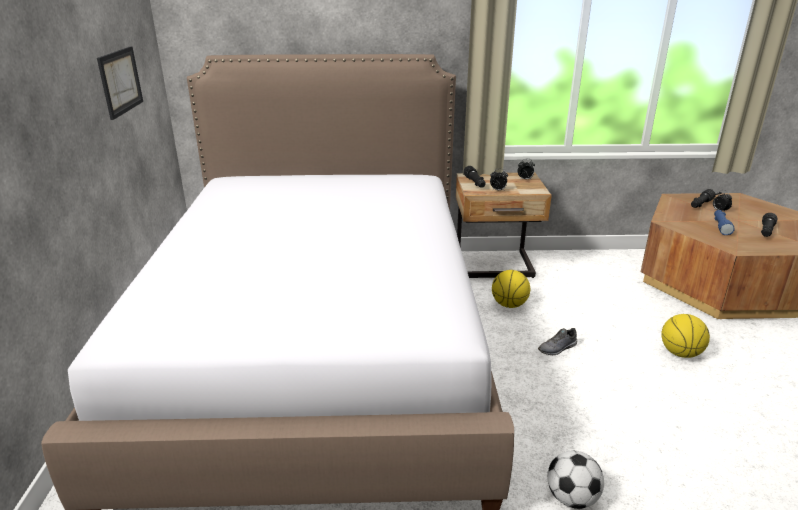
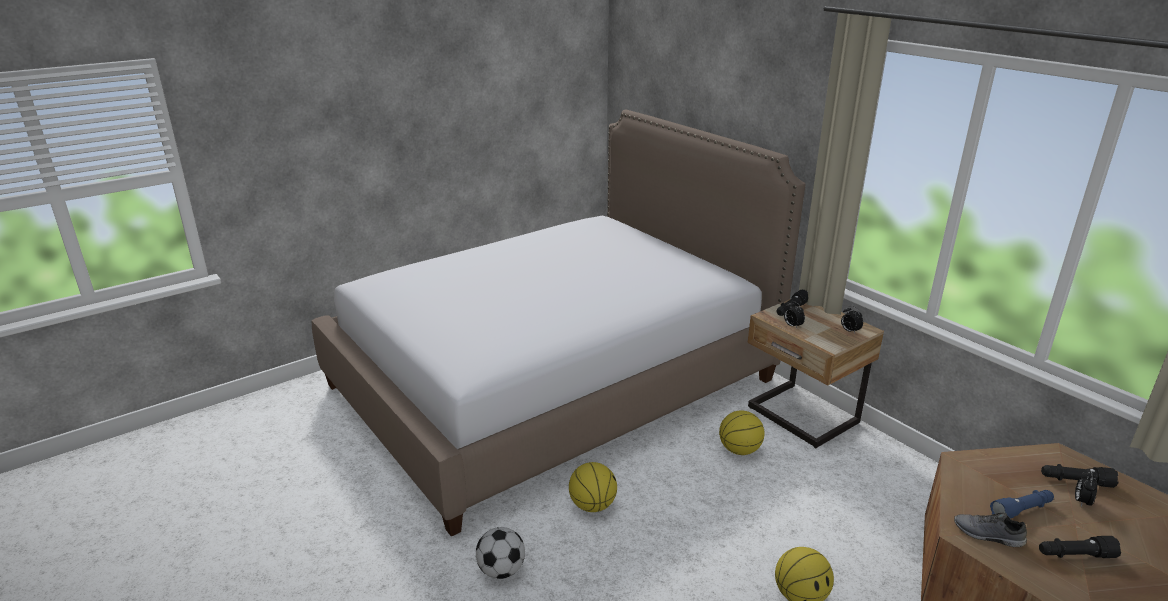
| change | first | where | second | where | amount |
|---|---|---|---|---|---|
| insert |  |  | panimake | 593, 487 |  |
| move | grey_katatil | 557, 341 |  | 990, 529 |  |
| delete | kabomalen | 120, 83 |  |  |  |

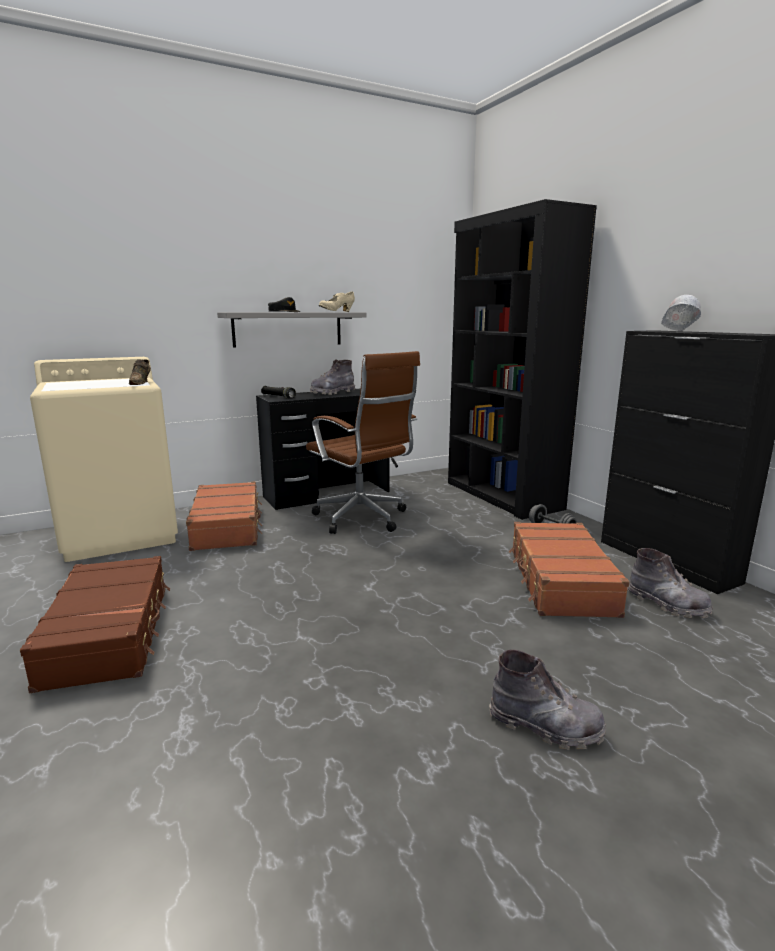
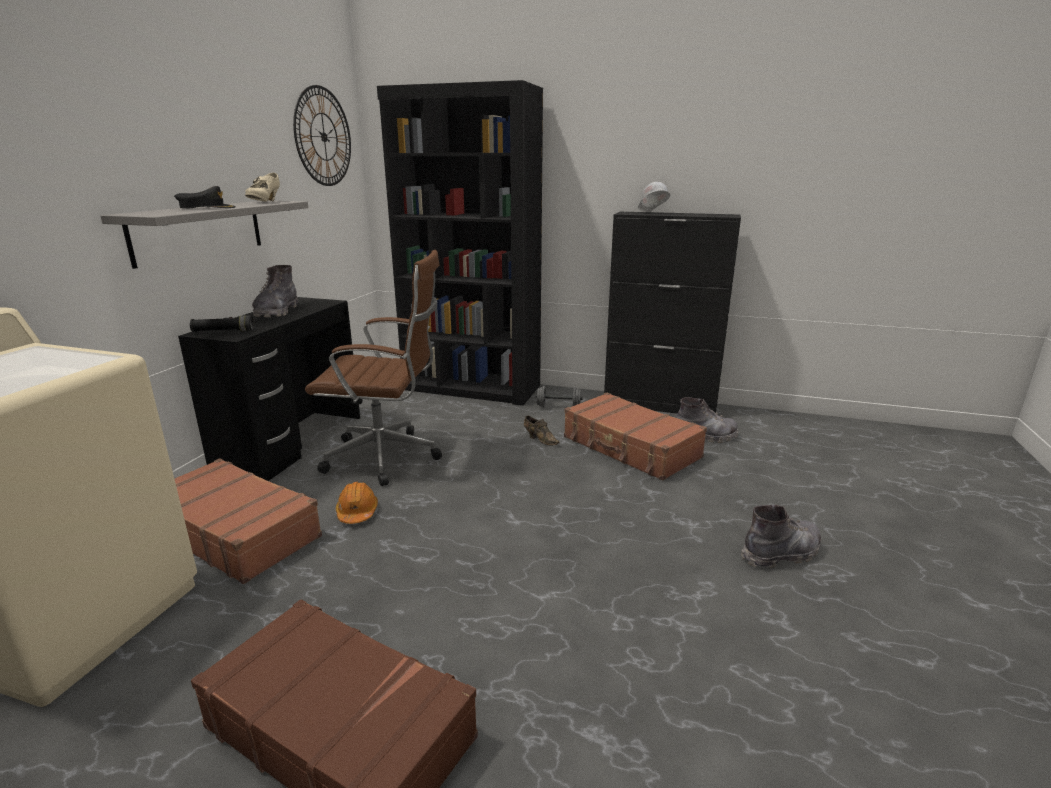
| change | first | where | second | where | amount |
|---|---|---|---|---|---|
| insert |  |  | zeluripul | 322, 135 |  |
| insert |  |  | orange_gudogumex | 357, 503 |  |
| move | brown_katatil | 140, 372 |  | 541, 431 |  |

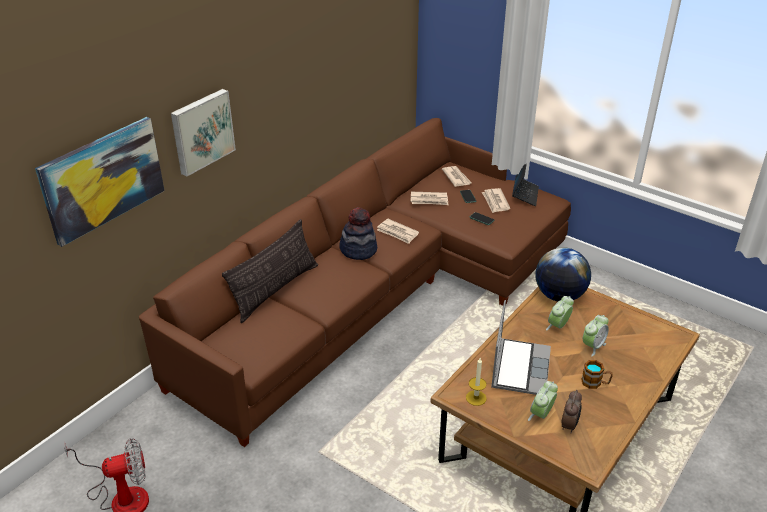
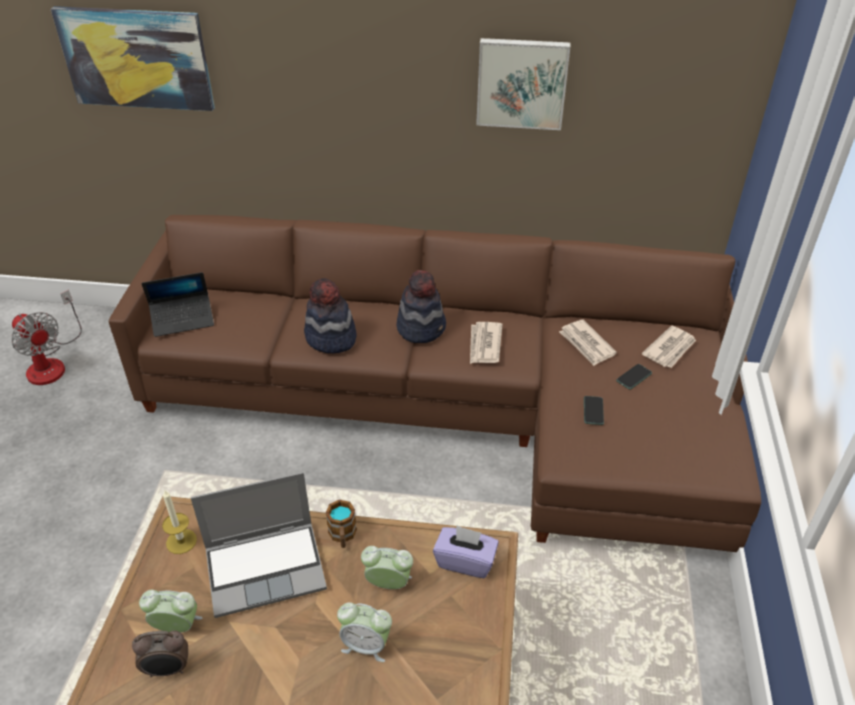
| change | first | where | second | where | amount |
|---|---|---|---|---|---|
| move | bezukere | 525, 185 |  | 178, 304 |  |
| insert |  |  | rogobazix | 330, 315 |  |
| move | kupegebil | 597, 374 |  | 341, 524 |  |
| replace | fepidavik | 563, 274 | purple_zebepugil | 466, 551 |  |
| move | kabomalen | 203, 133 |  | 523, 84 |  |
| delete | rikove | 270, 271 |  |  |  |
| delete | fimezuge | 496, 200 |  |  |  |

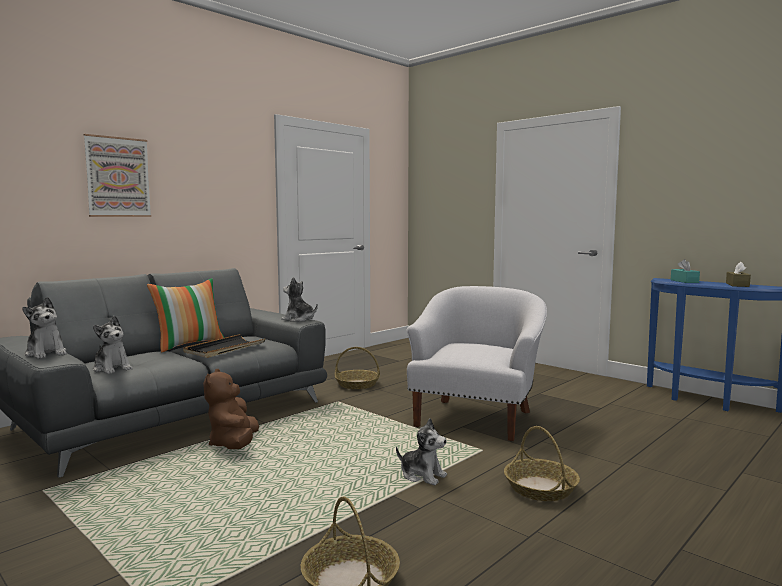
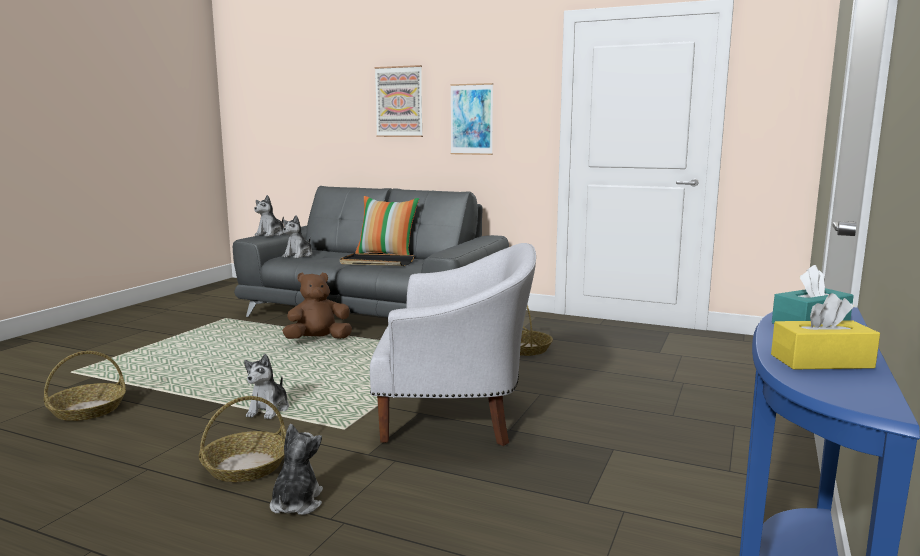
| change | first | where | second | where | amount |
|---|---|---|---|---|---|
| move | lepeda | 299, 299 |  | 296, 469 |  |
| insert |  |  | kabomalen | 471, 119 |  |
| recolor | brown_zebepugil | 738, 274 | yellow_zebepugil | 825, 331 |  |

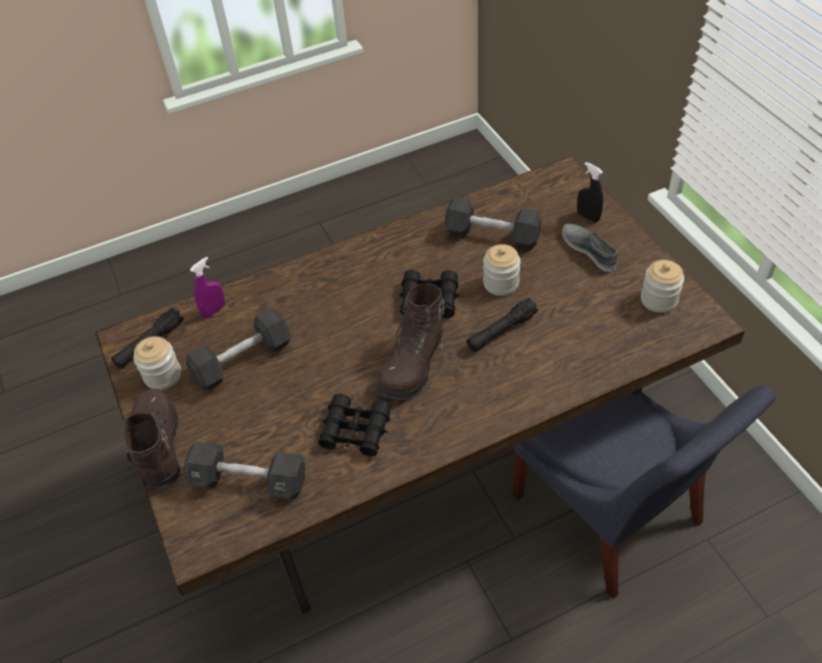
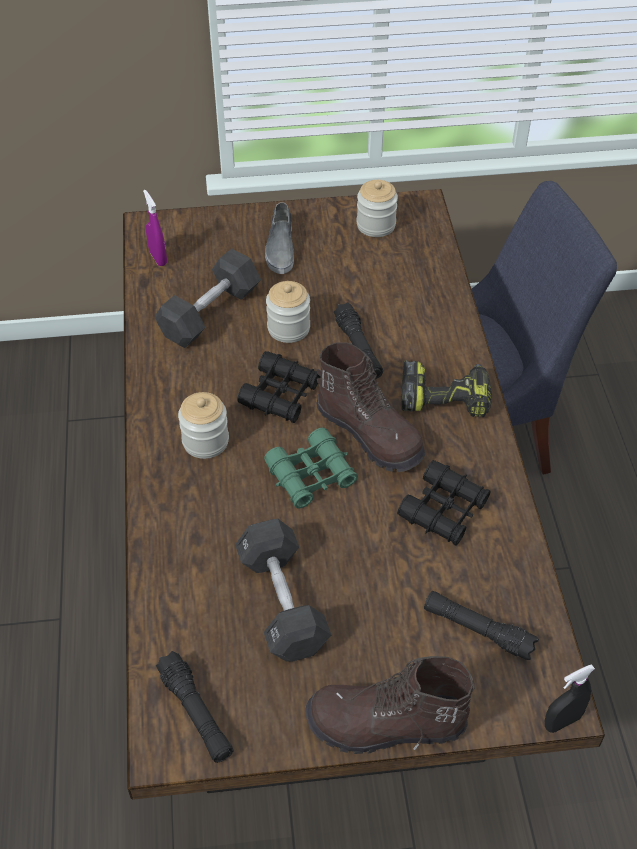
| change | first | where | second | where | amount |
|---|---|---|---|---|---|
| move | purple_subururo | 207, 287 |  | 155, 228 |  |
| move | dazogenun | 157, 363 |  | 203, 425 |  |
| insert |  |  | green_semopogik | 311, 468 |  |
| rotate | grey_katatil | 590, 248 |  | 279, 238 | 75 degrees counterclockwise |
| insert |  |  | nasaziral | 446, 388 |  |
| replace | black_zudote | 244, 470 | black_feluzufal | 481, 625 |  |
| move | black_subururo | 590, 192 |  | 570, 698 |  |

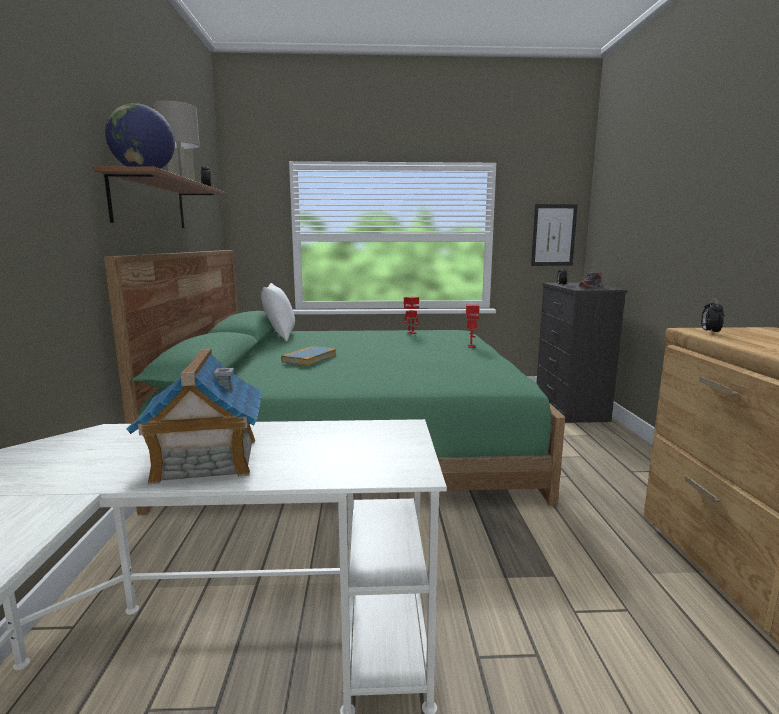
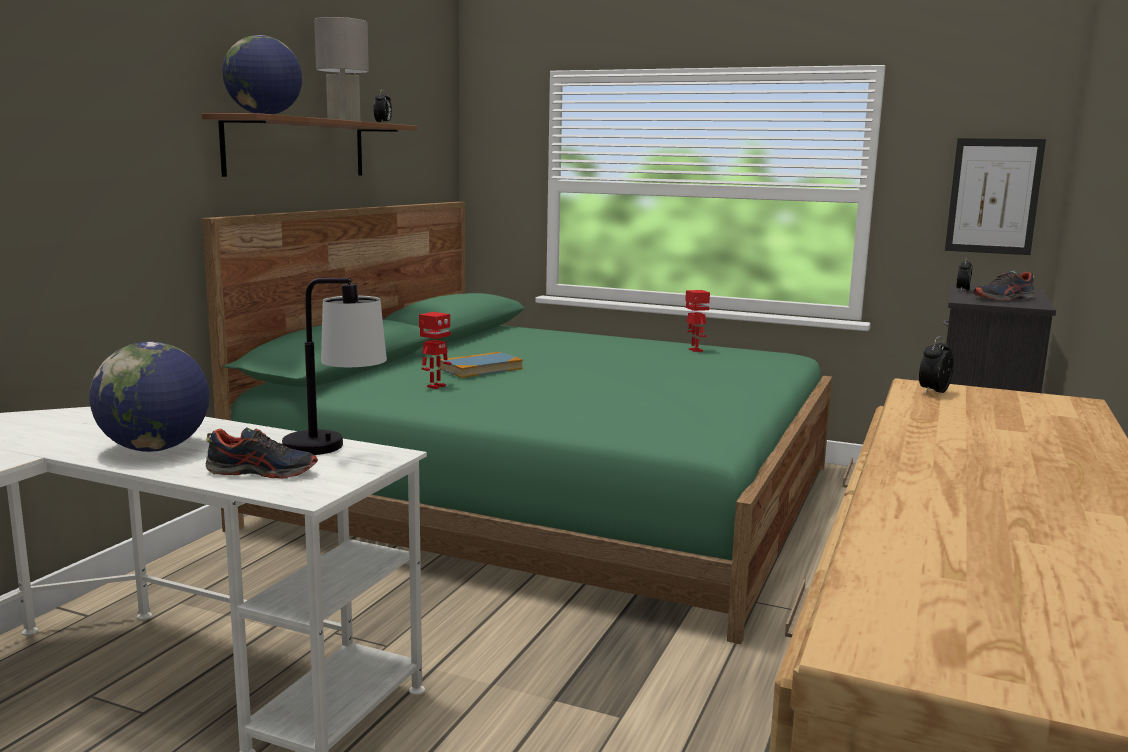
| change | first | where | second | where | amount |
|---|---|---|---|---|---|
| replace | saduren | 194, 416 | fepidavik | 149, 397 |  |
| insert |  |  | katatil | 262, 453 |  |
| insert |  |  | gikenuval | 334, 366 |  |
| move | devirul | 473, 326 |  | 435, 350 |  |
| delete | white_rikove | 278, 312 |  |  |  |

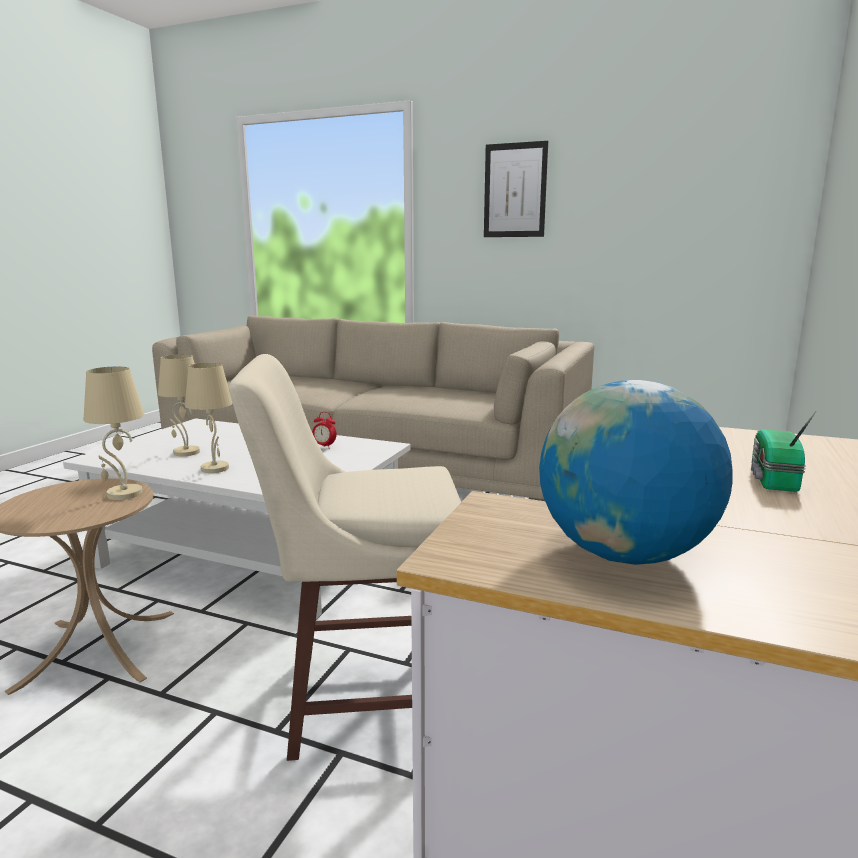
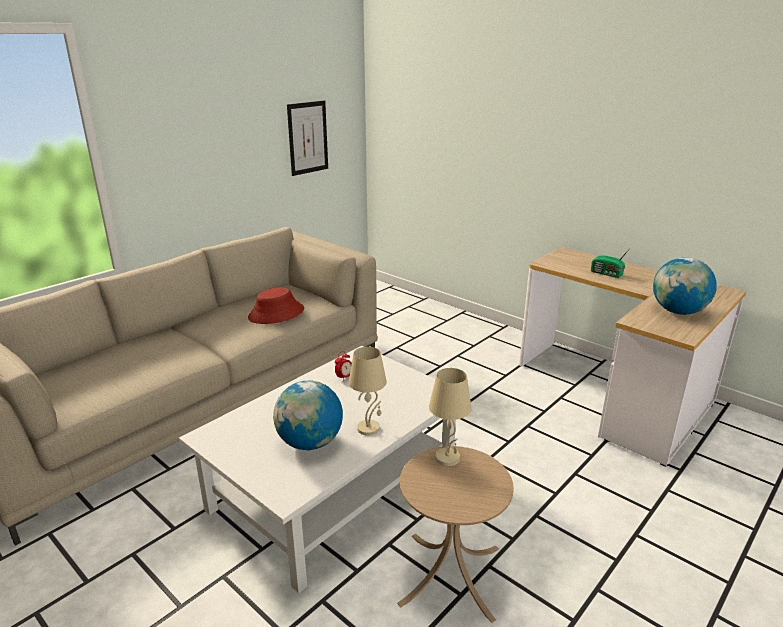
| change | first | where | second | where | amount |
|---|---|---|---|---|---|
| insert |  |  | red_rogobazix | 276, 305 |  |
| replace | beige_gikenuval | 179, 405 | fepidavik | 308, 415 |  |
| move | kabomalen | 516, 189 |  | 307, 138 |  |
| delete | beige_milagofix | 345, 557 |  |  |  |

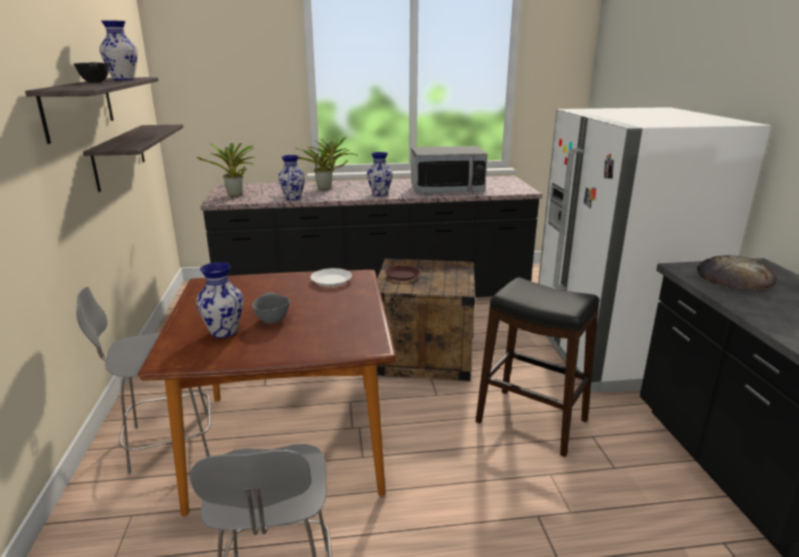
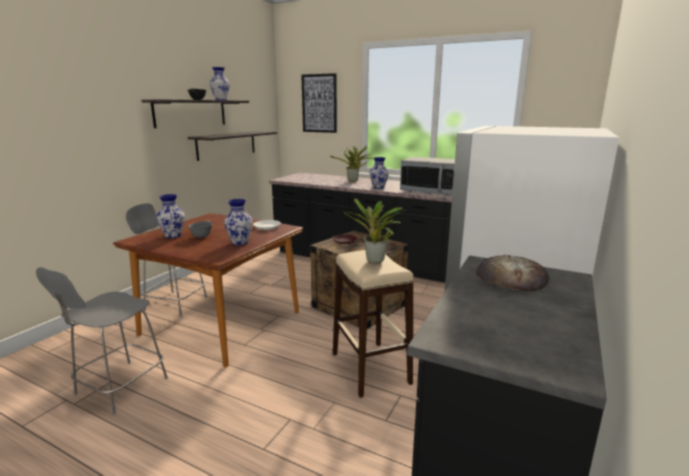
| change | first | where | second | where | amount |
|---|---|---|---|---|---|
| move | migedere | 291, 177 |  | 238, 222 |  |
| insert |  |  | kabomalen | 319, 103 |  |
| recolor | black_milagofix | 537, 367 | beige_milagofix | 373, 324 |  |
| move | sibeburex | 225, 170 |  | 374, 231 |  |

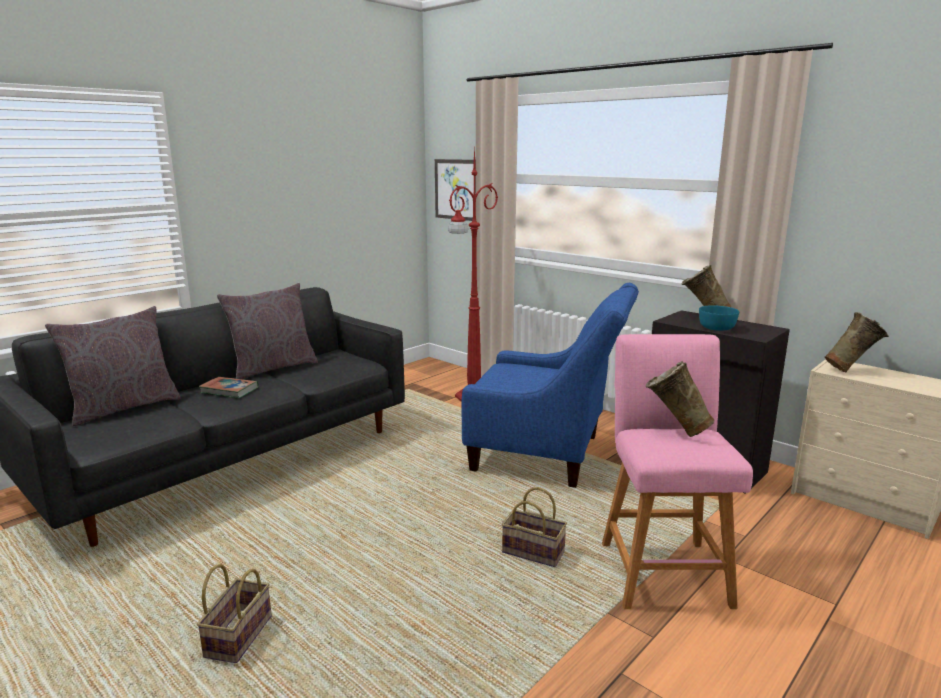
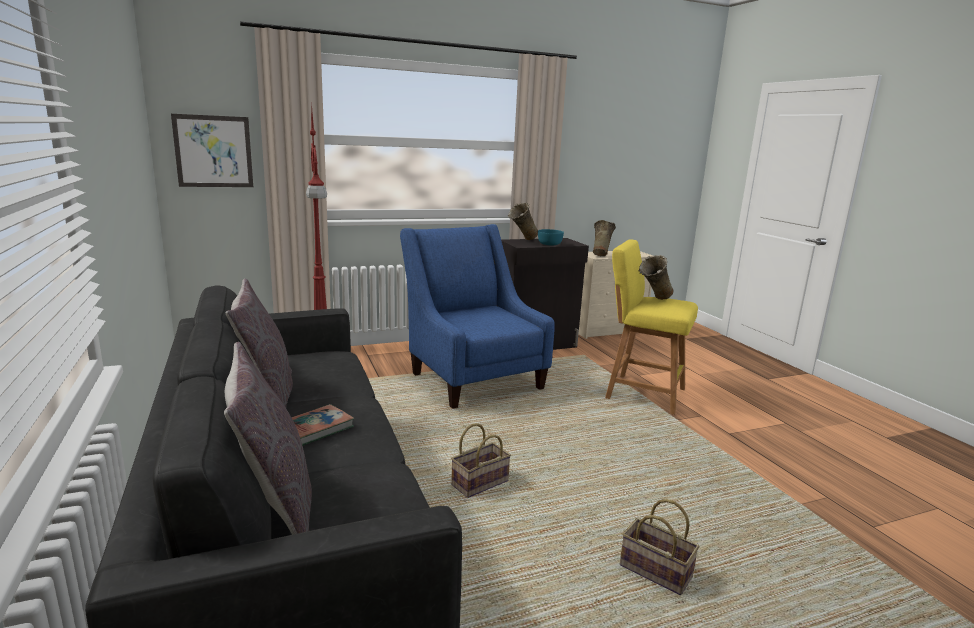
| change | first | where | second | where | amount |
|---|---|---|---|---|---|
| rotate | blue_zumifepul | 550, 385 |  | 477, 316 | 75 degrees counterclockwise |
| move | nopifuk | 534, 527 |  | 481, 460 |  |
| recolor | pink_milagofix | 677, 471 | yellow_milagofix | 651, 327 |  |

